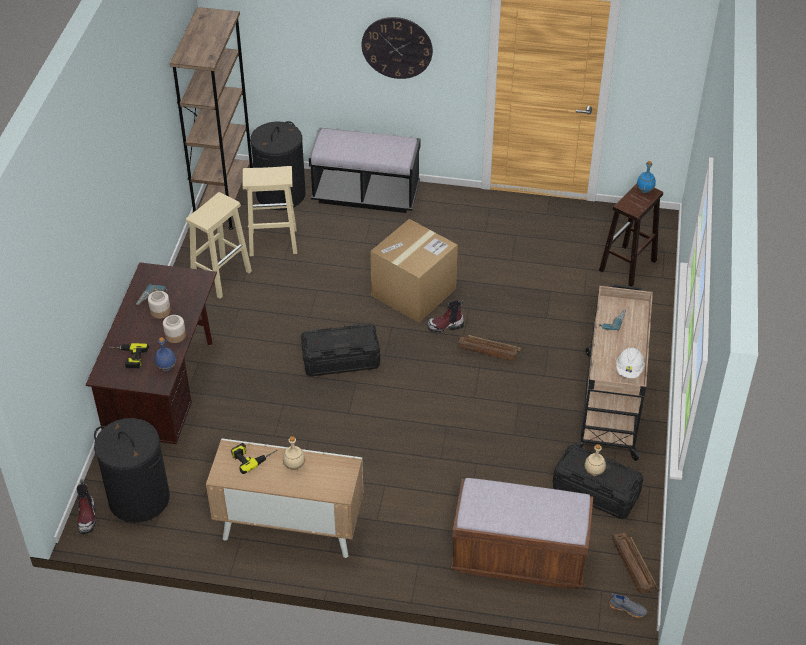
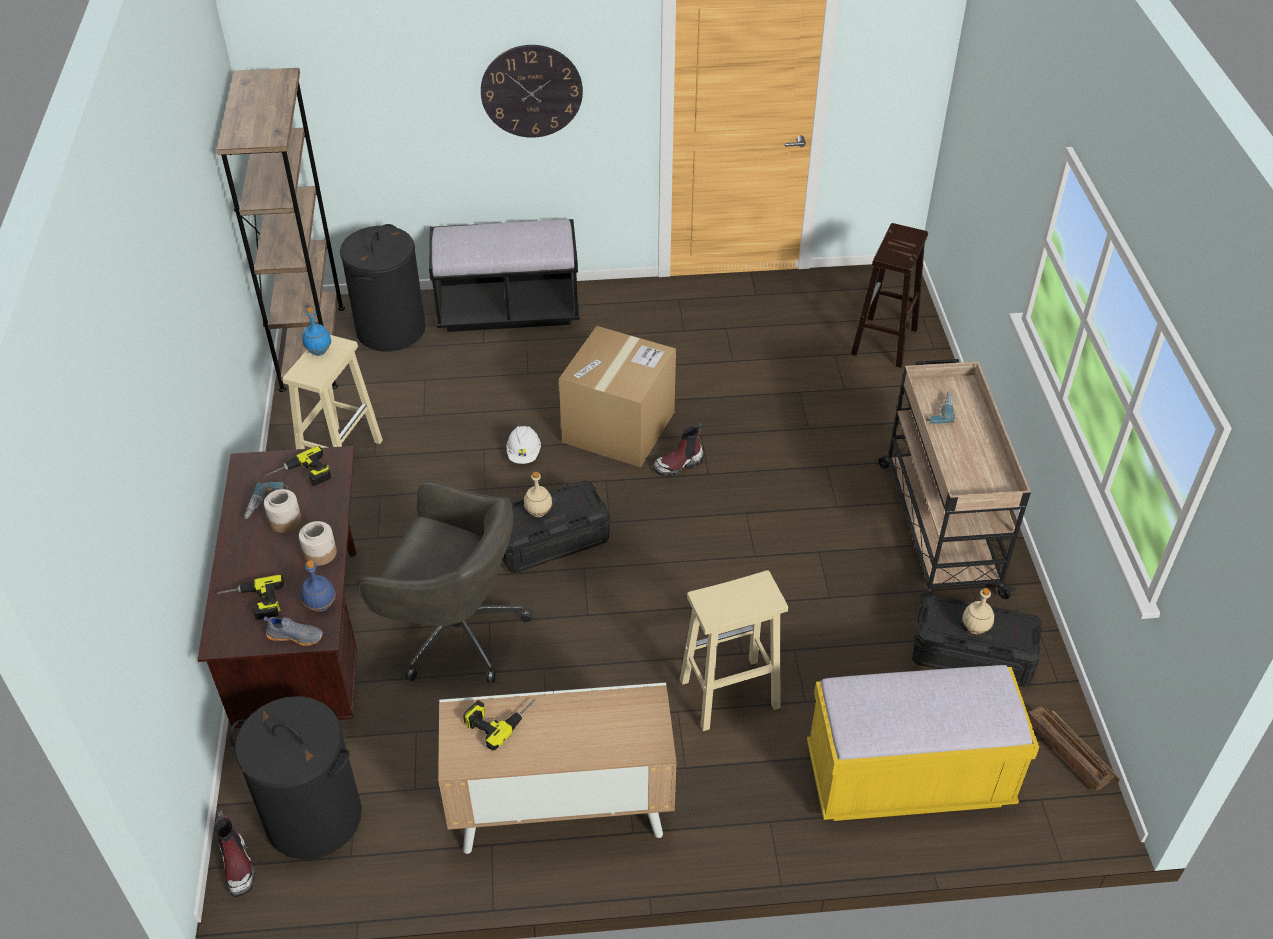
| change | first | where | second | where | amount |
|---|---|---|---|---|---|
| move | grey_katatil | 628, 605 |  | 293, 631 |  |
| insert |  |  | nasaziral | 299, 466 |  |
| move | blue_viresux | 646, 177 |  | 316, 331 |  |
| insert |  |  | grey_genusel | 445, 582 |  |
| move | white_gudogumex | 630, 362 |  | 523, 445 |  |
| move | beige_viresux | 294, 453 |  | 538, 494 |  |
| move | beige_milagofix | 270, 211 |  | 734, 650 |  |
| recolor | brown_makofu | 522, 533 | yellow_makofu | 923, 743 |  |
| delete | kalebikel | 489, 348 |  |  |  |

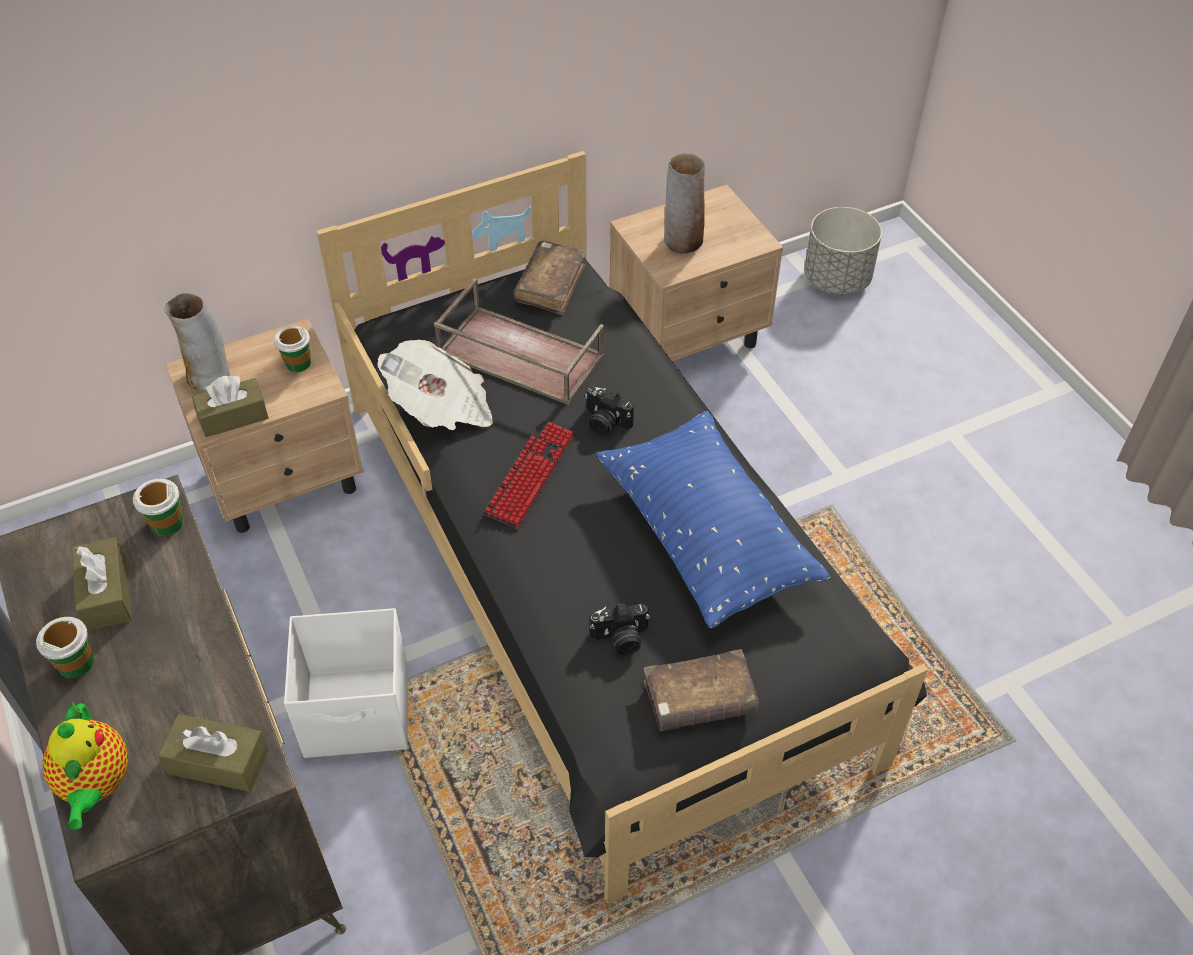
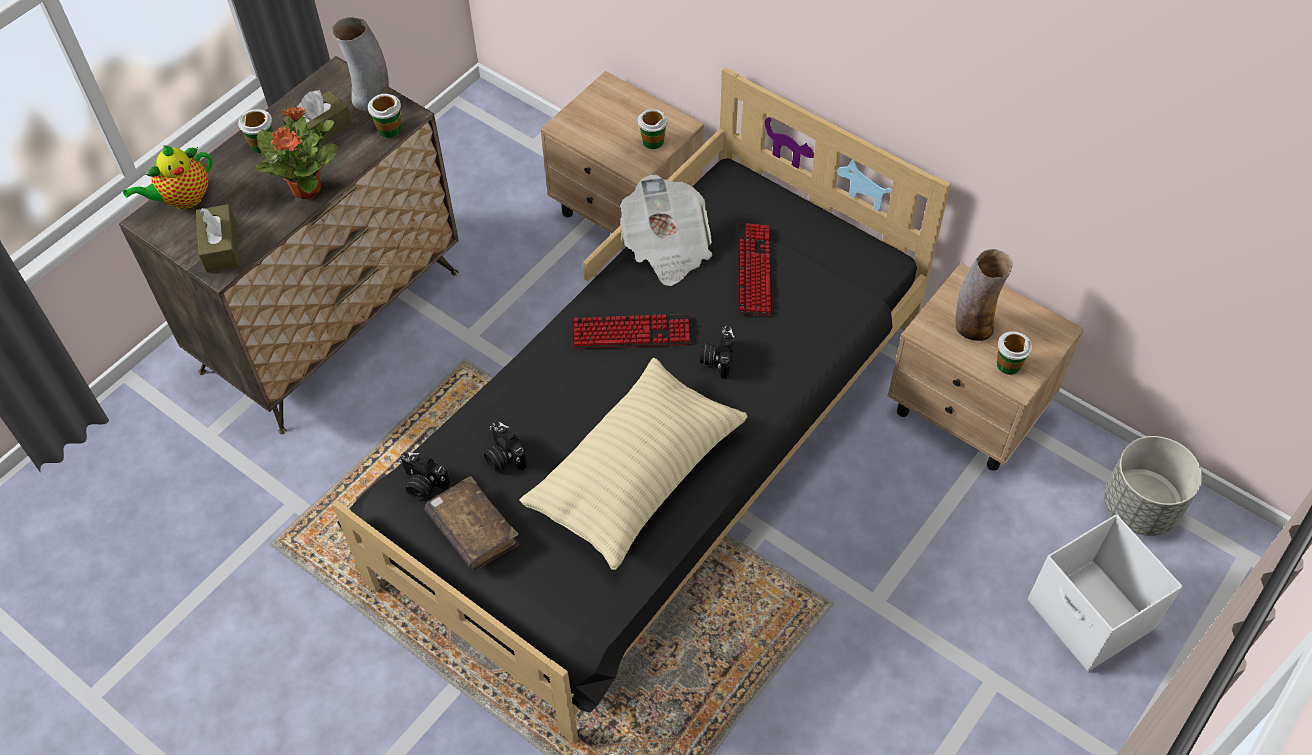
| change | first | where | second | where | amount |
|---|---|---|---|---|---|
| insert |  |  | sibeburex | 297, 152 |  |
| move | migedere | 197, 342 |  | 360, 64 |  |
| insert |  |  | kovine | 424, 476 |  |
| recolor | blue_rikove | 713, 519 | beige_rikove | 634, 464 |  |
| replace | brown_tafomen | 519, 341 | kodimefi | 755, 269 |  |
| insert |  |  | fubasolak | 1014, 353 |  |
| move | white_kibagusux | 346, 683 |  | 1105, 593 |  |
| delete | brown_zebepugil | 230, 406 |  |  |  |
| delete | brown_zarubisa | 549, 278 |  |  |  |

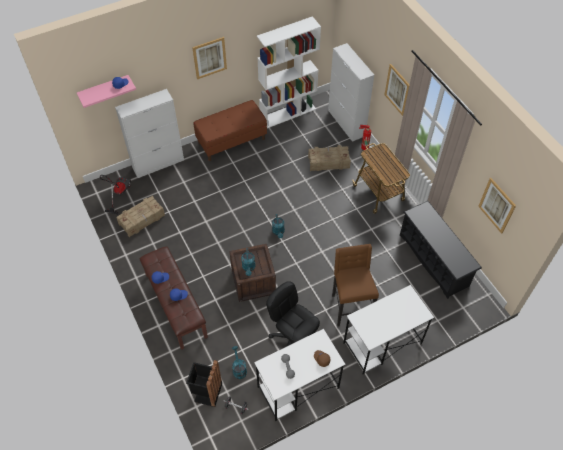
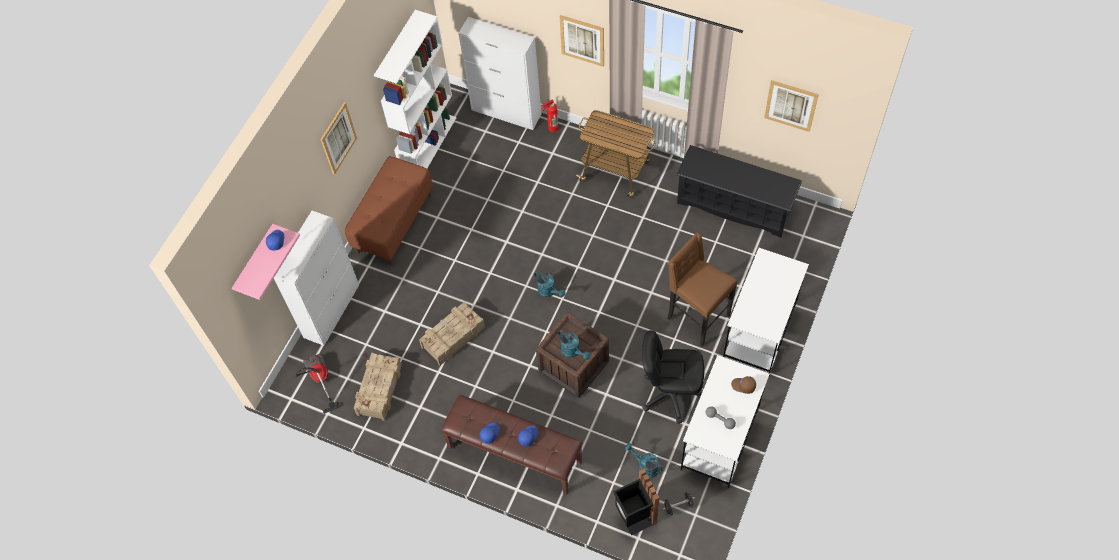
| change | first | where | second | where | amount |
|---|---|---|---|---|---|
| move | kalebikel | 329, 158 |  | 452, 334 |  |

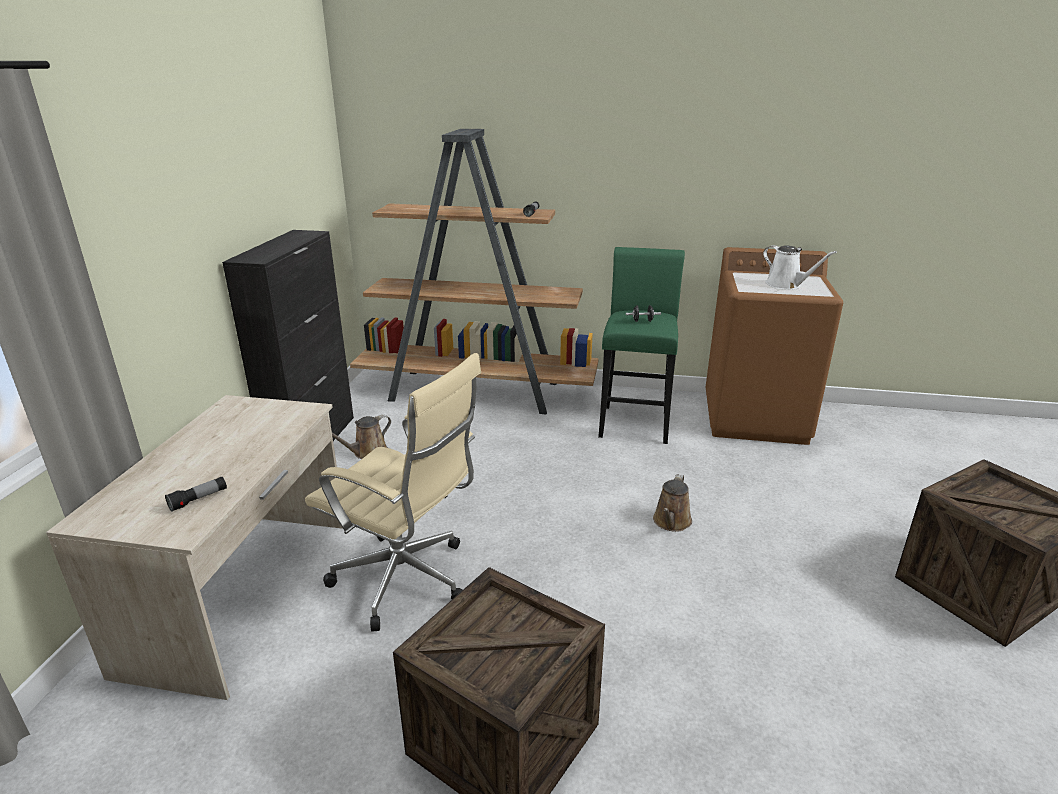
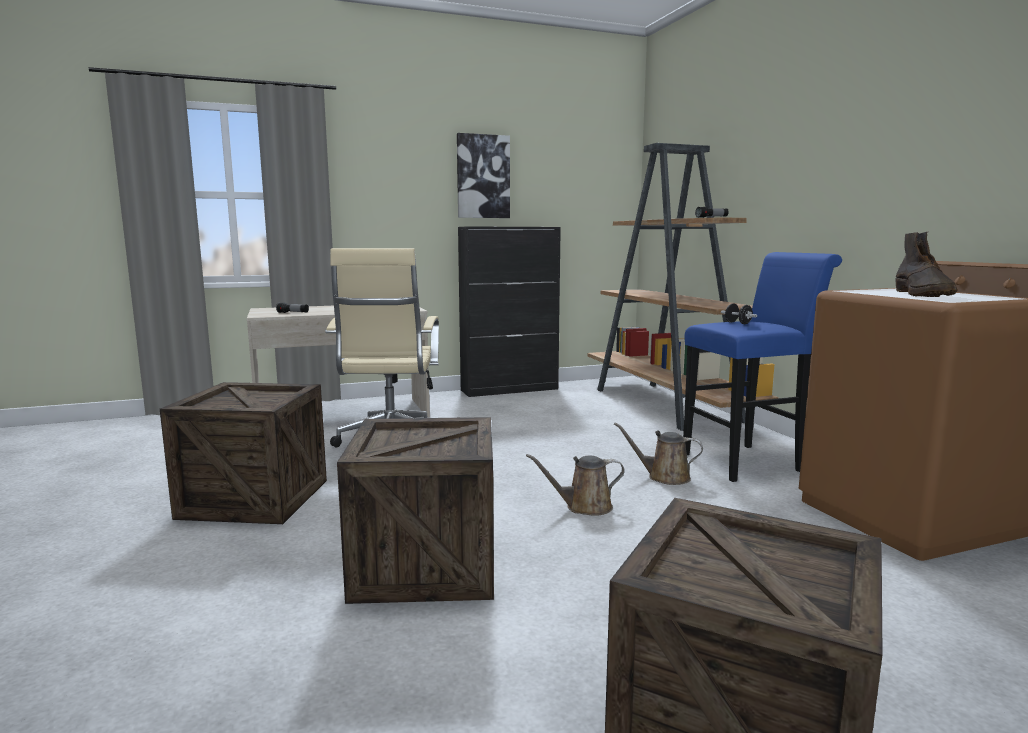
| change | first | where | second | where | amount |
|---|---|---|---|---|---|
| insert |  |  | kalebikel | 415, 510 |  |
| insert |  |  | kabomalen | 483, 175 |  |
| move | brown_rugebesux | 361, 437 |  | 658, 454 |  |
| recolor | green_milagofix | 641, 345 | blue_milagofix | 762, 367 |  |
| replace | white_rugebesux | 800, 267 | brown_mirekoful | 926, 264 |  |

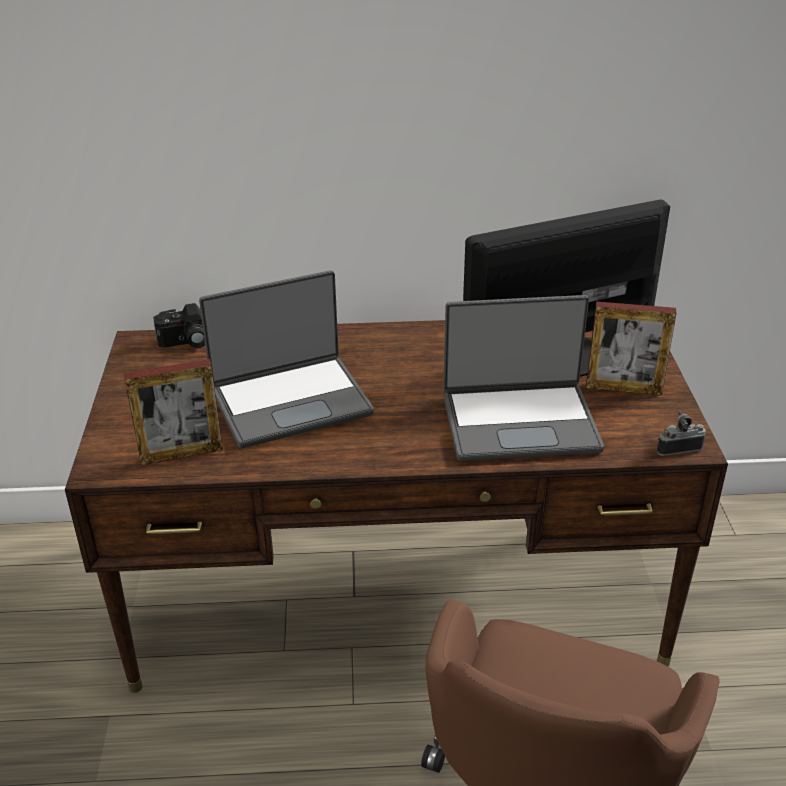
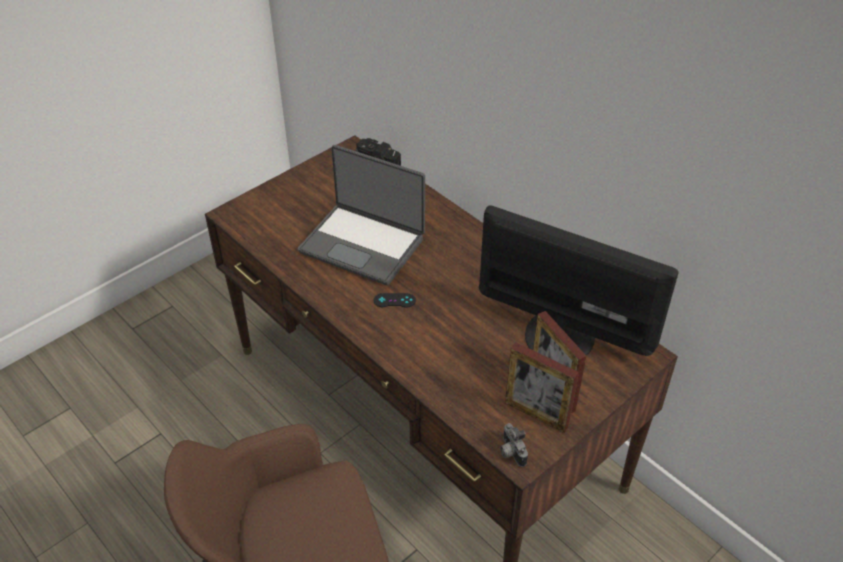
| change | first | where | second | where | amount |
|---|---|---|---|---|---|
| insert |  |  | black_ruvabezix | 394, 300 |  |
| rotate | kovine | 681, 434 |  | 514, 445 | 150 degrees counterclockwise |
| move | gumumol | 173, 412 |  | 542, 387 |  |
| delete | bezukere | 523, 378 |  |  |  |

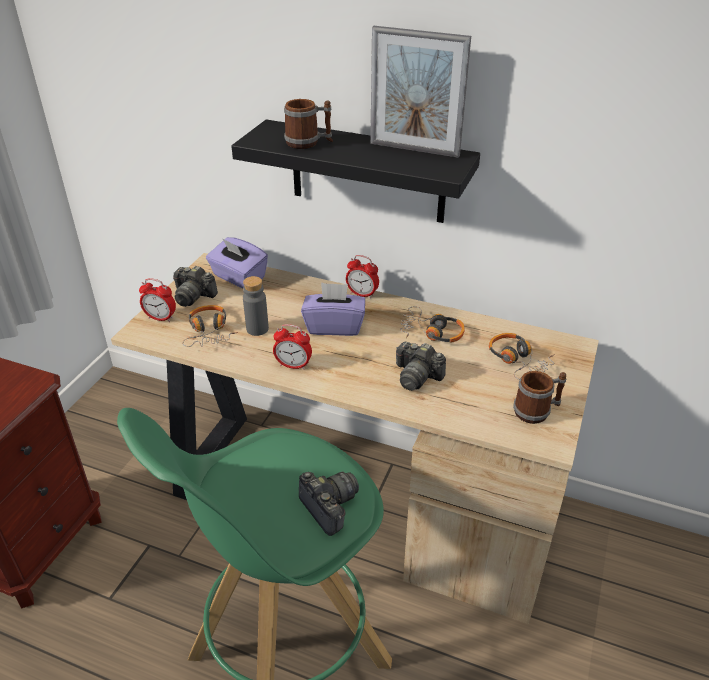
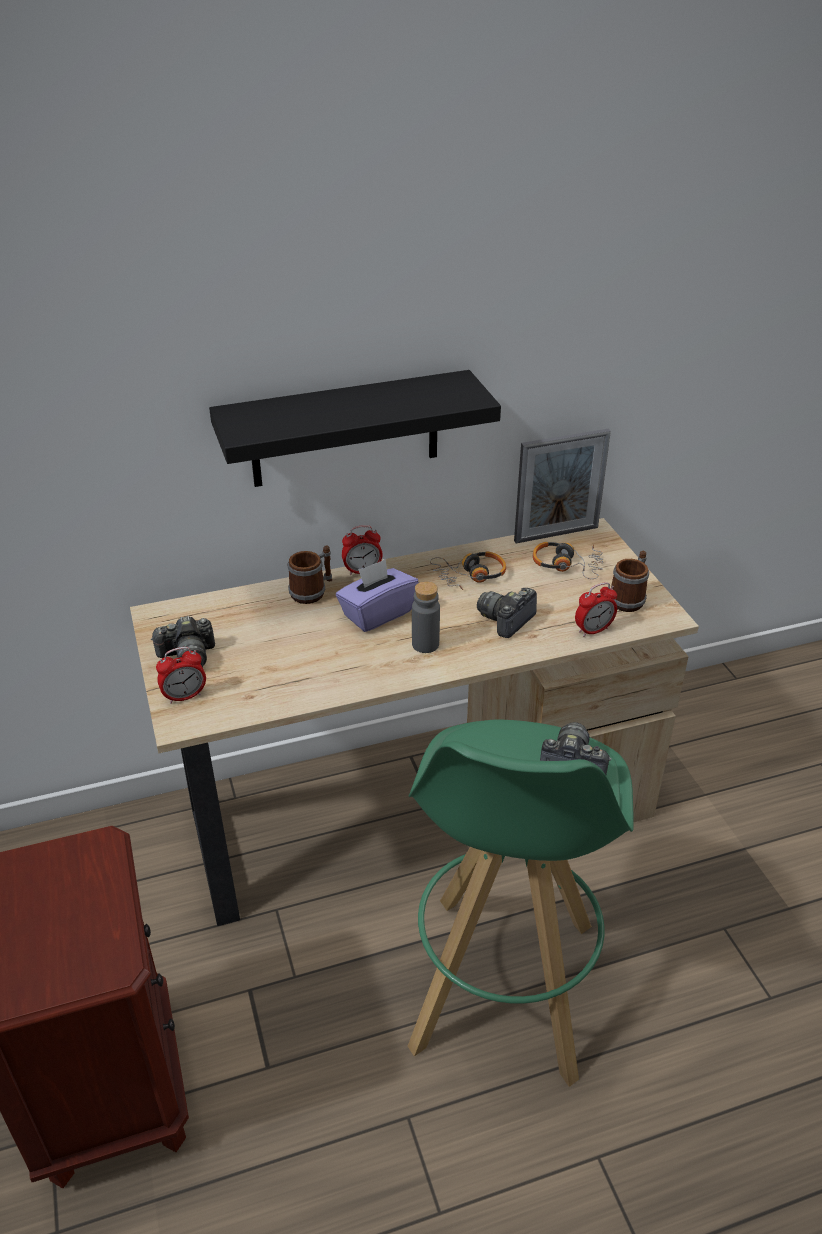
| change | first | where | second | where | amount |
|---|---|---|---|---|---|
| move | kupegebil | 308, 124 |  | 310, 574 |  |
| move | grey_viresux | 256, 306 |  | 426, 617 |  |
| rotate | kovine | 421, 366 |  | 507, 613 | 135 degrees clockwise |
| move | gumumol | 420, 92 |  | 562, 486 |  |
| move | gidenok | 292, 347 |  | 596, 609 |  |
| delete | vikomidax | 210, 326 |  |  |  |
| delete | purple_zebepugil | 237, 262 |  |  |  |

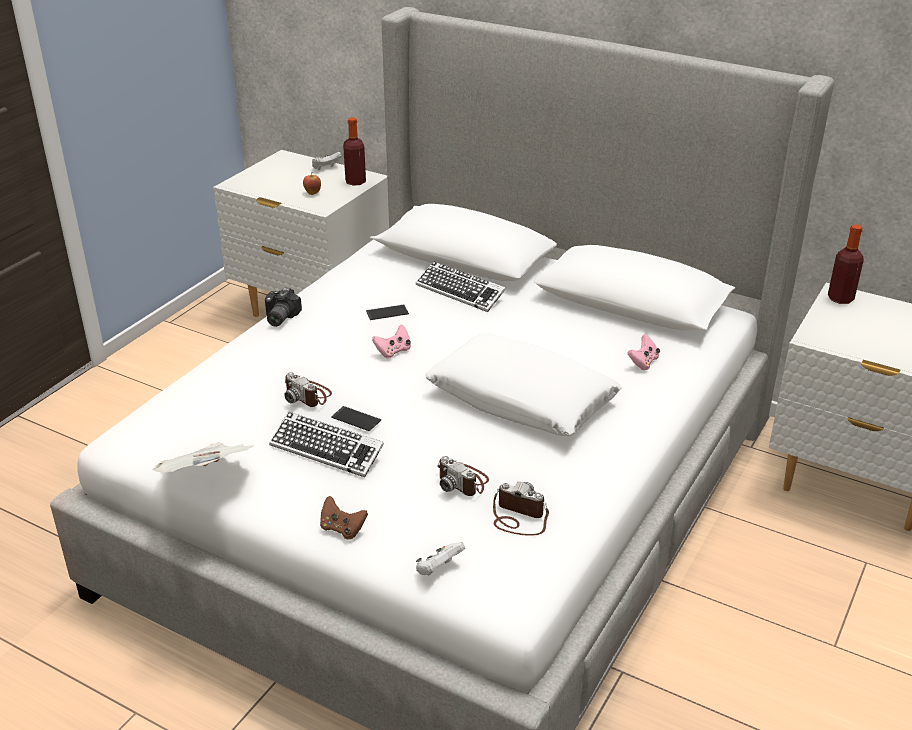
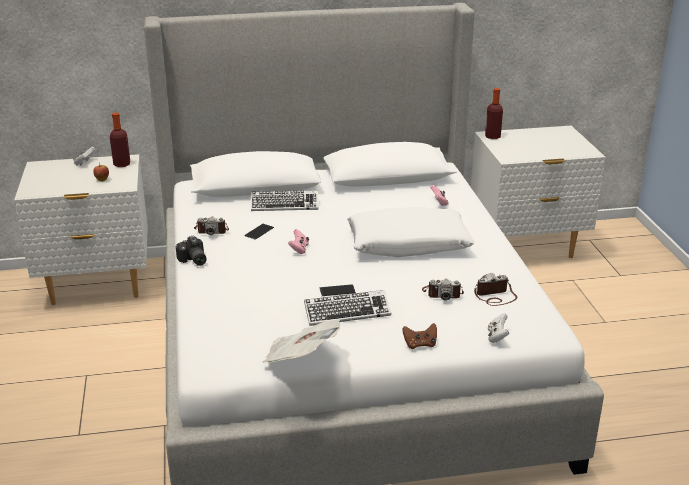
| change | first | where | second | where | amount |
|---|---|---|---|---|---|
| move | kovine | 308, 389 |  | 211, 225 |  |

